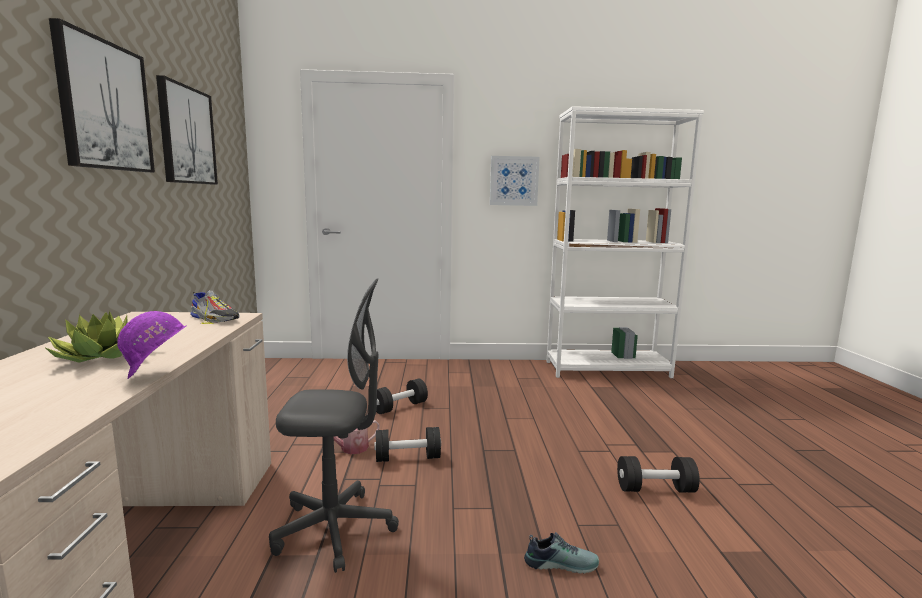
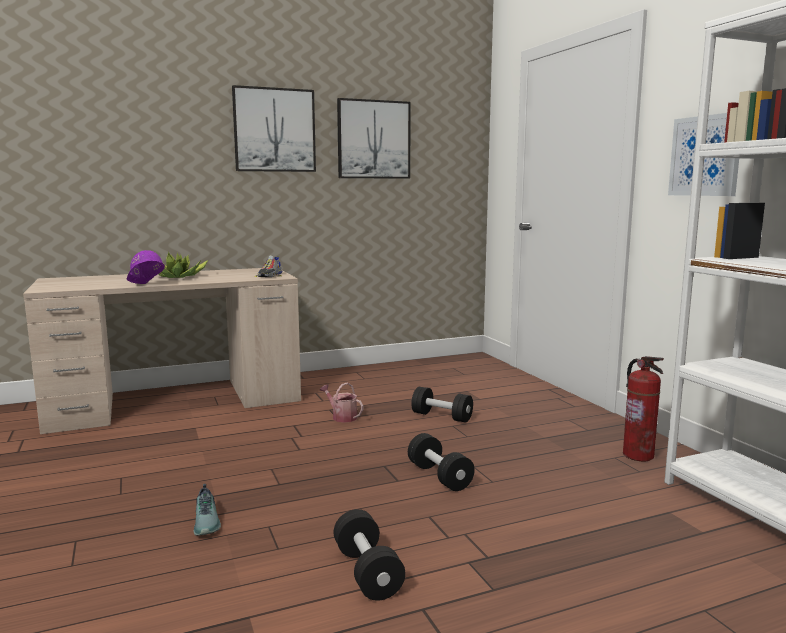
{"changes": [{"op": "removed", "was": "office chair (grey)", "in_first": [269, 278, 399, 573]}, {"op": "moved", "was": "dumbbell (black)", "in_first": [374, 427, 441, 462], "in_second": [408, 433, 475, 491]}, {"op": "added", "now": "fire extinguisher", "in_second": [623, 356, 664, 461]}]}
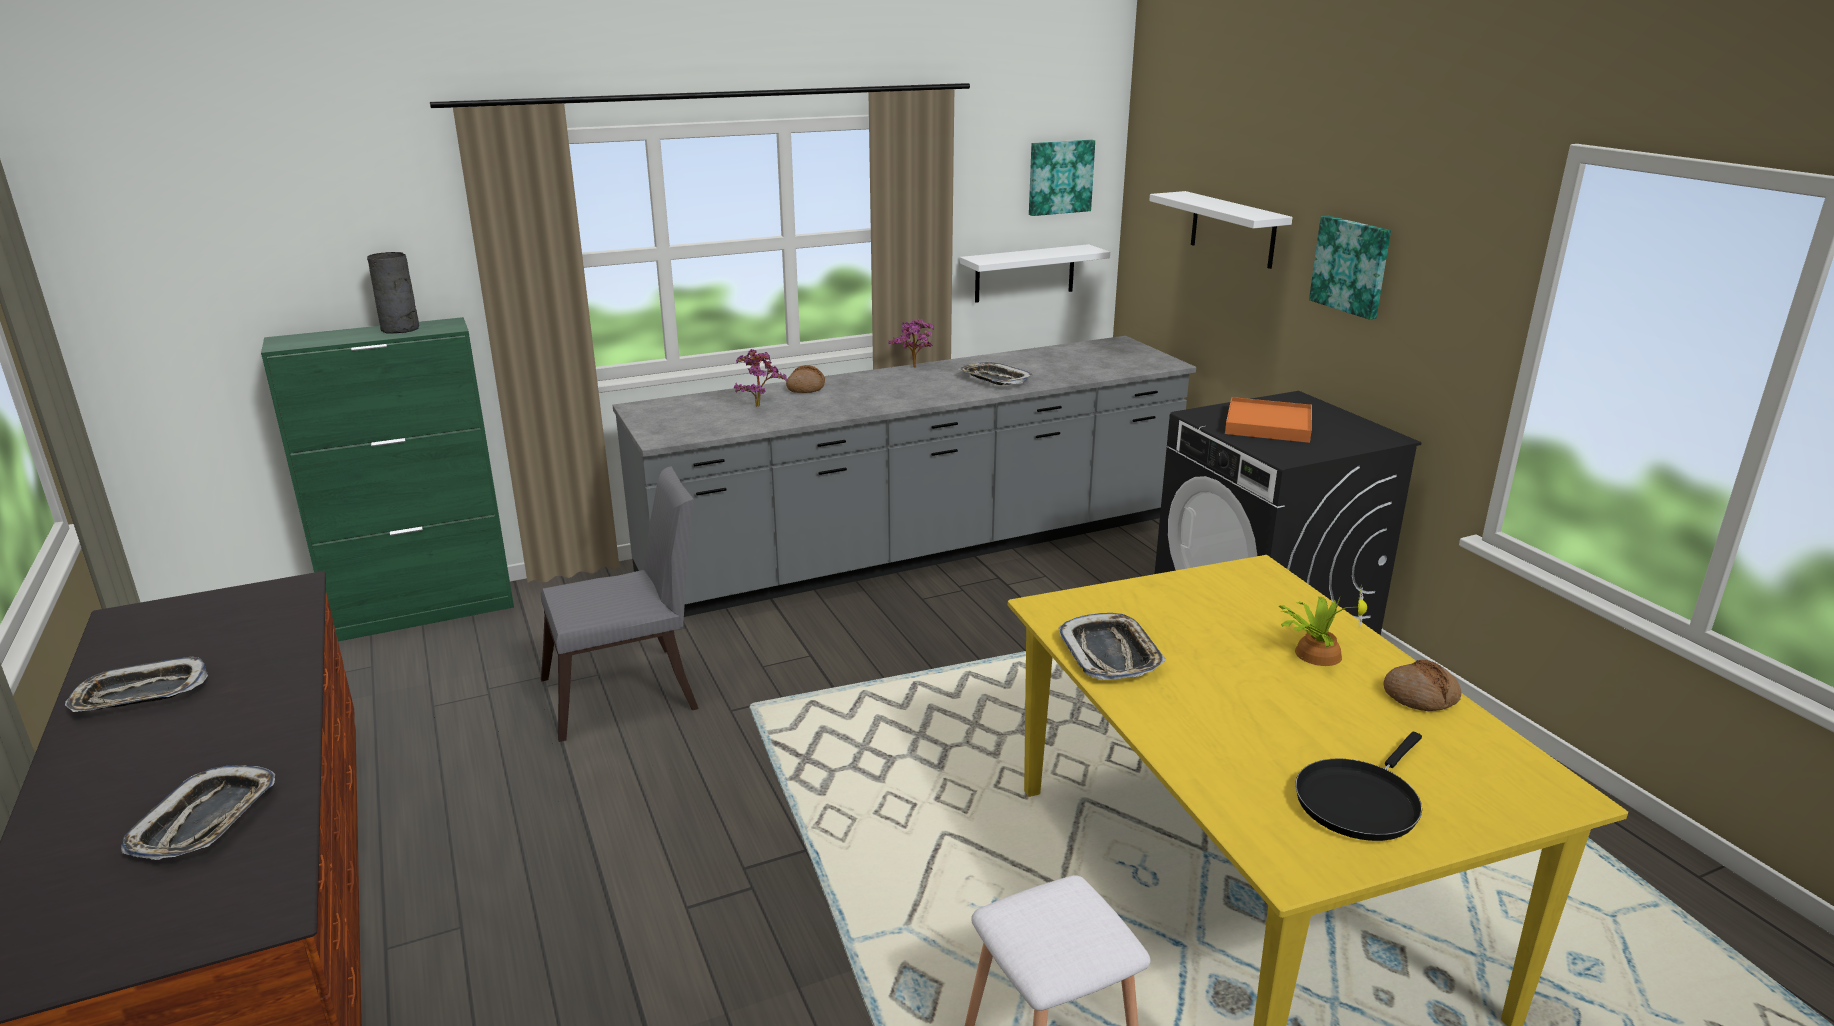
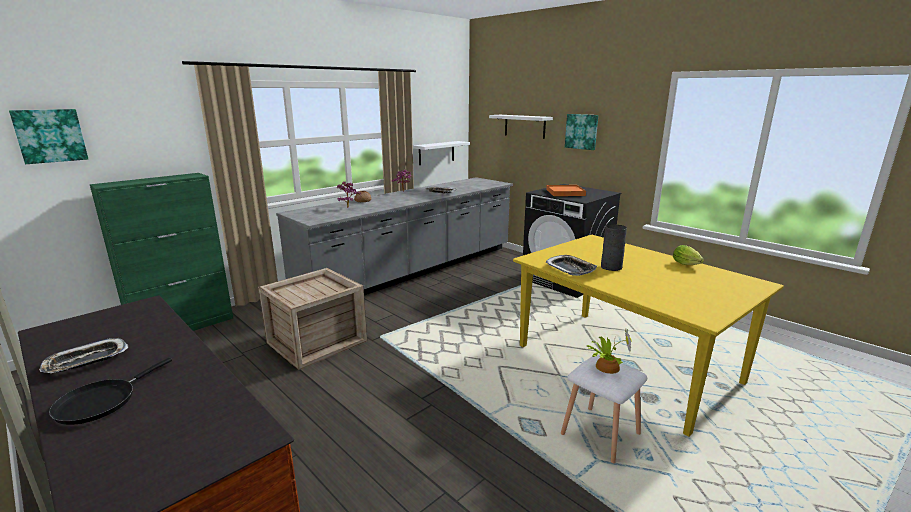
{"changes": [{"op": "removed", "was": "tray", "in_first": [121, 765, 275, 860]}, {"op": "moved", "was": "vase (grey)", "in_first": [367, 252, 419, 334], "in_second": [601, 224, 627, 271]}, {"op": "replaced", "was": "chair (grey)", "now": "crate", "in_first": [540, 466, 699, 742], "in_second": [258, 268, 367, 370]}, {"op": "moved", "was": "picture", "in_first": [1029, 140, 1095, 216], "in_second": [9, 109, 88, 164]}, {"op": "moved", "was": "potted plant", "in_first": [1279, 587, 1367, 666], "in_second": [587, 329, 631, 374]}, {"op": "moved", "was": "frying pan (black)", "in_first": [1295, 732, 1422, 841], "in_second": [49, 358, 172, 425]}, {"op": "replaced", "was": "bread", "now": "lettuce", "in_first": [1383, 660, 1461, 711], "in_second": [673, 245, 704, 265]}]}
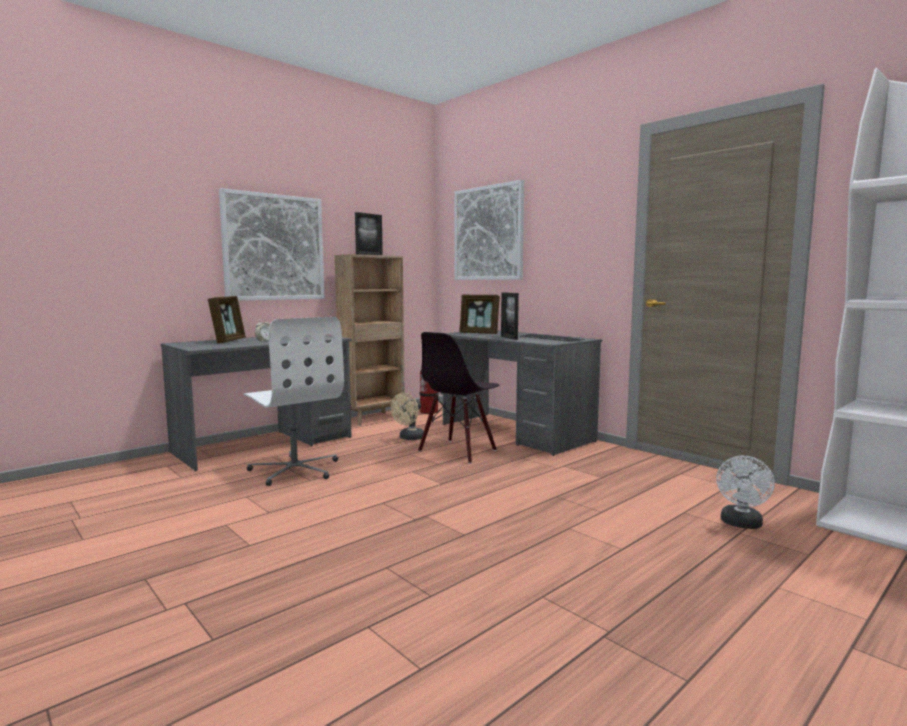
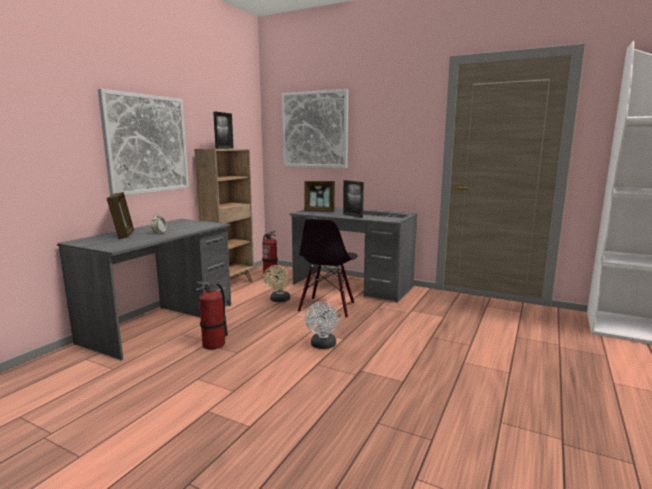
{"changes": [{"op": "replaced", "was": "office chair (white)", "now": "fire extinguisher", "in_first": [243, 317, 344, 486], "in_second": [196, 281, 228, 350]}, {"op": "moved", "was": "fan (white)", "in_first": [716, 456, 775, 529], "in_second": [305, 302, 339, 349]}]}
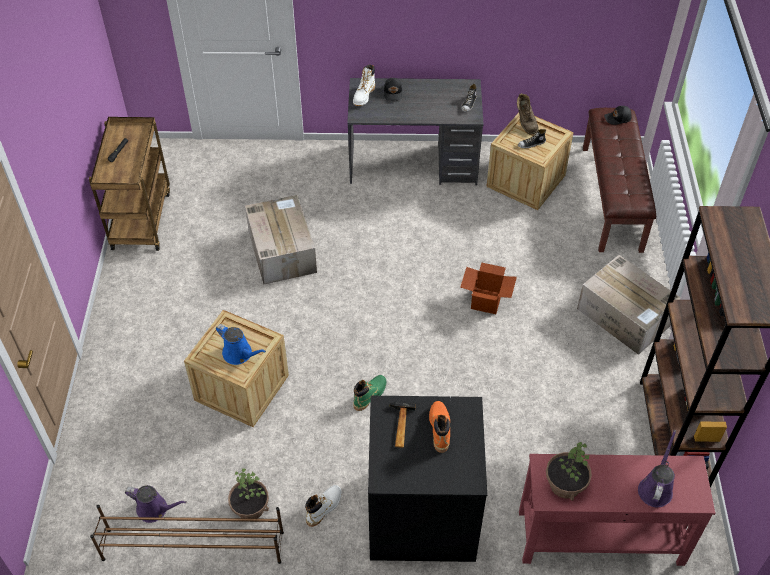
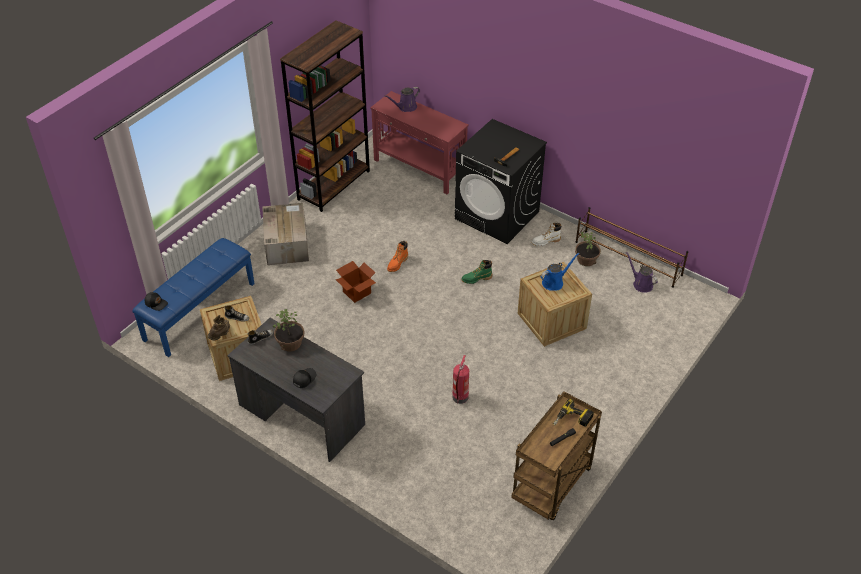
{"changes": [{"op": "turned", "was": "watering can (blue)", "in_first": [216, 324, 266, 365], "in_second": [541, 253, 580, 291], "clockwise": 75}, {"op": "replaced", "was": "cardboard box", "now": "fire extinguisher", "in_first": [245, 195, 317, 285], "in_second": [452, 355, 469, 404]}, {"op": "removed", "was": "boot (white)", "in_first": [353, 64, 375, 106]}, {"op": "moved", "was": "boot (orange)", "in_first": [429, 401, 450, 453], "in_second": [387, 241, 408, 272]}, {"op": "moved", "was": "potted plant", "in_first": [546, 442, 592, 501], "in_second": [273, 309, 305, 351]}, {"op": "recoloured", "was": "bench (brown)", "now": "bench (blue)", "in_first": [583, 108, 656, 253], "in_second": [132, 238, 255, 357]}, {"op": "added", "now": "power drill", "in_second": [553, 399, 594, 427]}]}
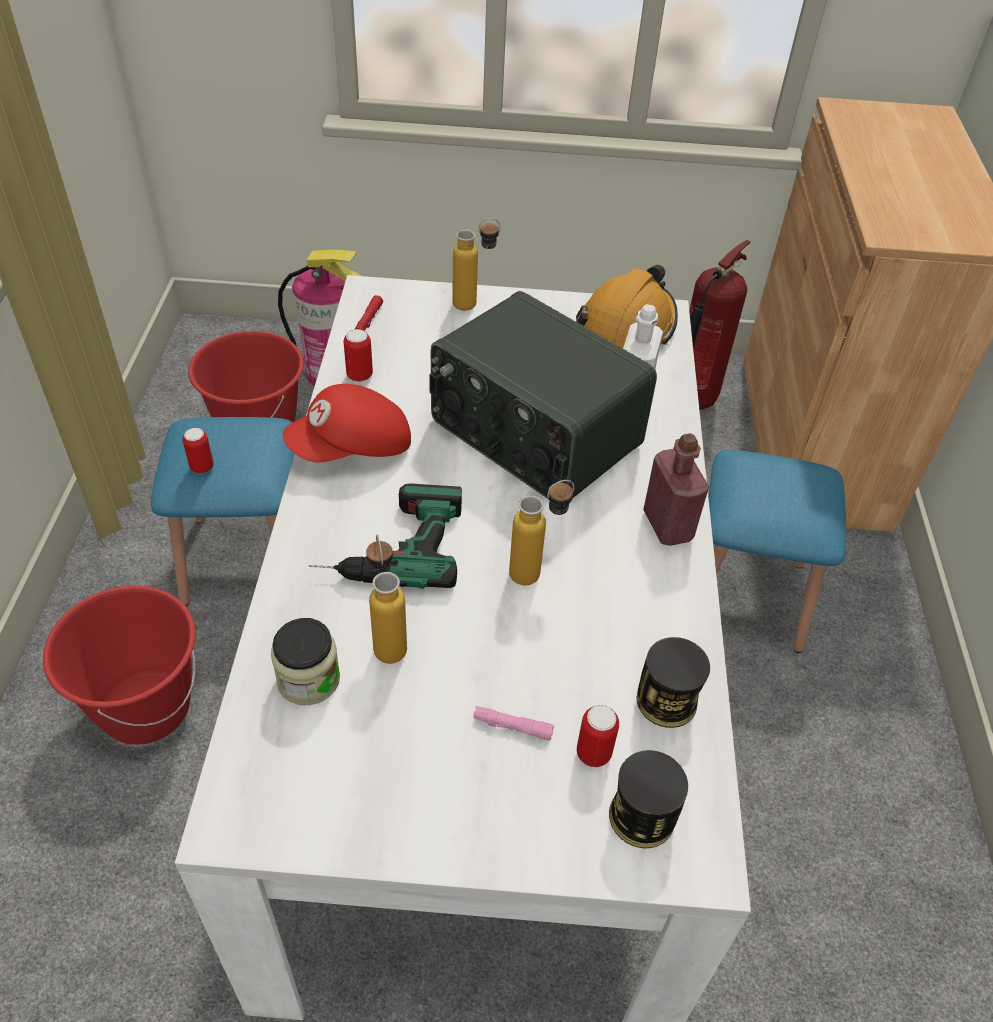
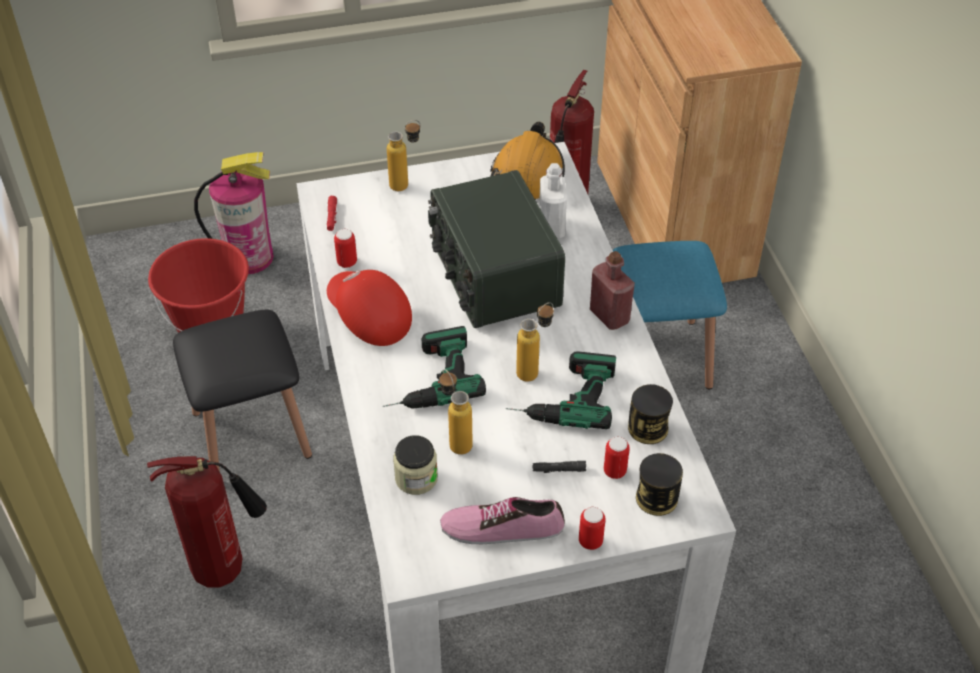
{"changes": [{"op": "replaced", "was": "bucket (red)", "now": "fire extinguisher", "in_first": [43, 586, 196, 745], "in_second": [147, 453, 267, 587]}, {"op": "recoloured", "was": "stool (blue)", "now": "stool (black)", "in_first": [151, 417, 295, 606], "in_second": [173, 310, 312, 472]}, {"op": "moved", "was": "can", "in_first": [183, 428, 214, 474], "in_second": [579, 507, 606, 550]}, {"op": "turned", "was": "cap (red)", "in_first": [283, 384, 411, 462], "in_second": [327, 270, 412, 346], "clockwise": 90}, {"op": "turned", "was": "radio", "in_first": [429, 291, 657, 499], "in_second": [428, 170, 565, 328], "clockwise": 45}, {"op": "recoloured", "was": "flashlight (pink)", "now": "flashlight (black)", "in_first": [473, 706, 554, 741], "in_second": [532, 461, 586, 473]}, {"op": "added", "now": "shoe", "in_second": [440, 497, 565, 544]}, {"op": "added", "now": "power drill", "in_second": [506, 351, 616, 429]}]}
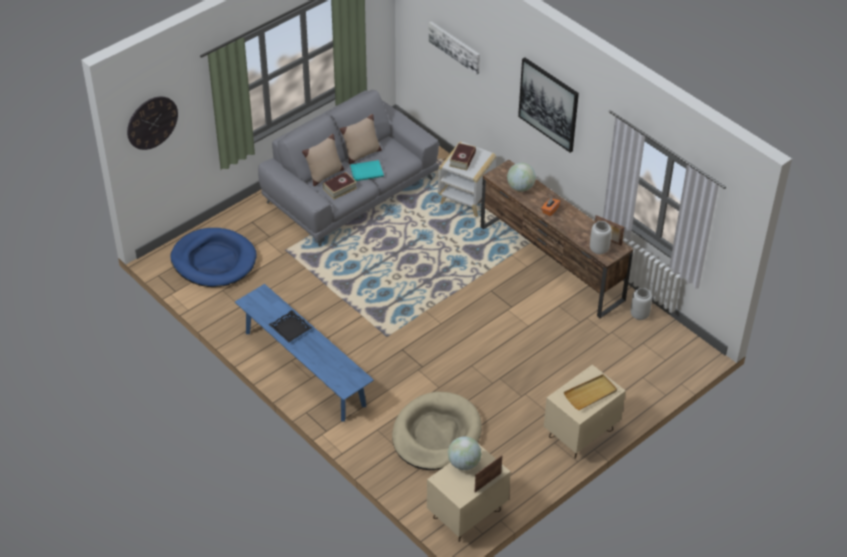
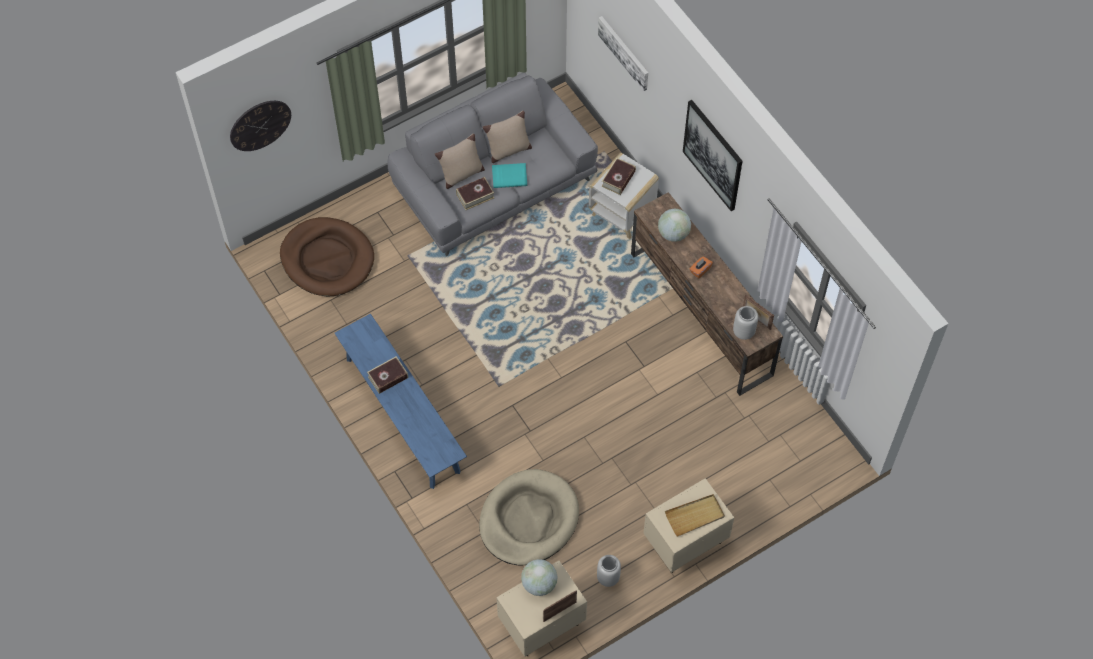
{"changes": [{"op": "recoloured", "was": "dog bed (blue)", "now": "dog bed (brown)", "in_first": [170, 228, 257, 287], "in_second": [280, 217, 374, 296]}, {"op": "replaced", "was": "tray (black)", "now": "book", "in_first": [269, 310, 312, 342], "in_second": [367, 356, 408, 394]}, {"op": "moved", "was": "vase (grey)", "in_first": [631, 288, 652, 320], "in_second": [597, 555, 621, 587]}]}
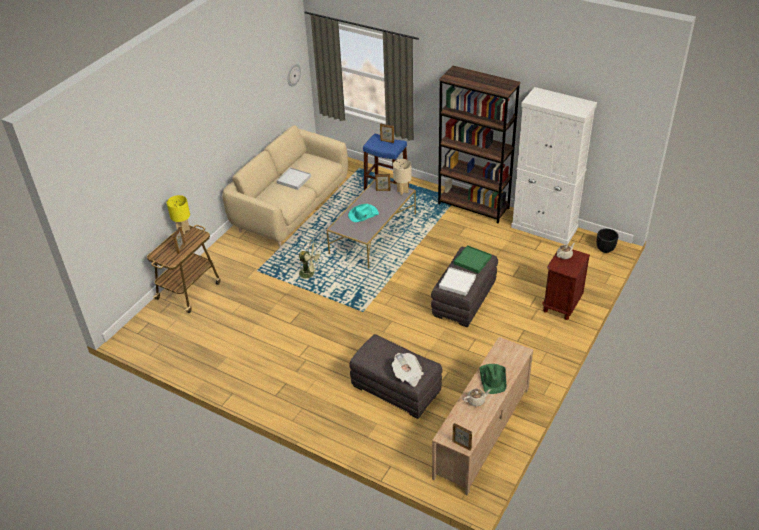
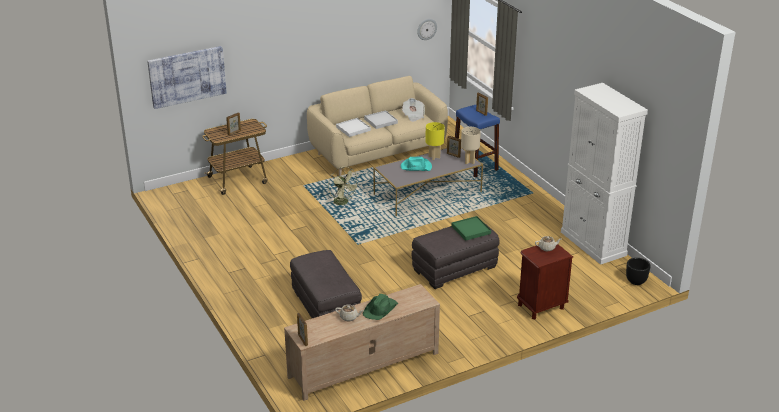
{"changes": [{"op": "moved", "was": "table lamp (yellow)", "in_first": [167, 195, 190, 234], "in_second": [425, 122, 445, 160]}, {"op": "moved", "was": "newspaper", "in_first": [392, 353, 424, 387], "in_second": [402, 98, 425, 122]}, {"op": "removed", "was": "bookcase (brown)", "in_first": [438, 66, 520, 223]}, {"op": "moved", "was": "tray (white)", "in_first": [439, 267, 476, 296], "in_second": [336, 118, 371, 137]}, {"op": "added", "now": "picture", "in_second": [147, 46, 227, 109]}]}
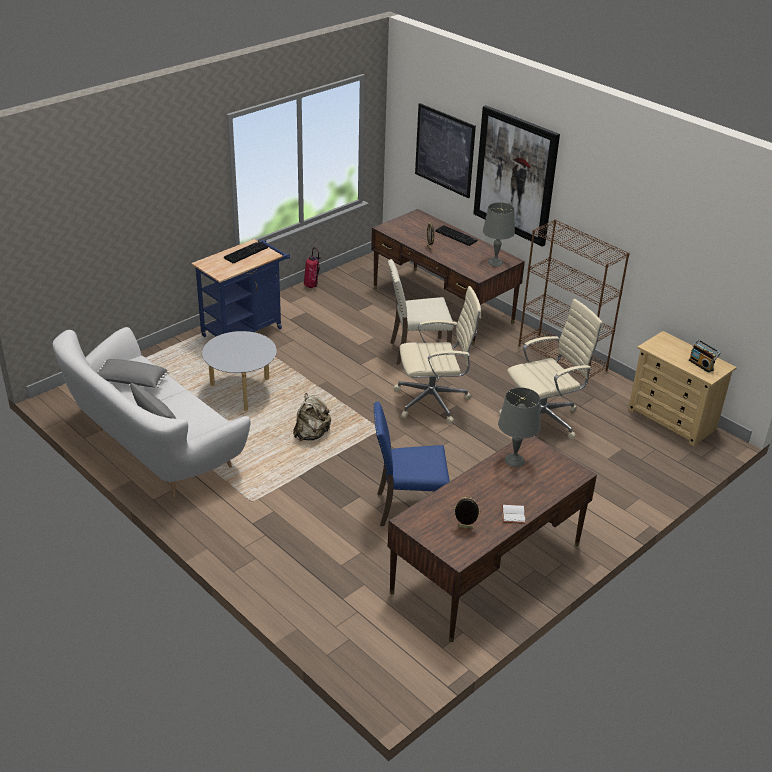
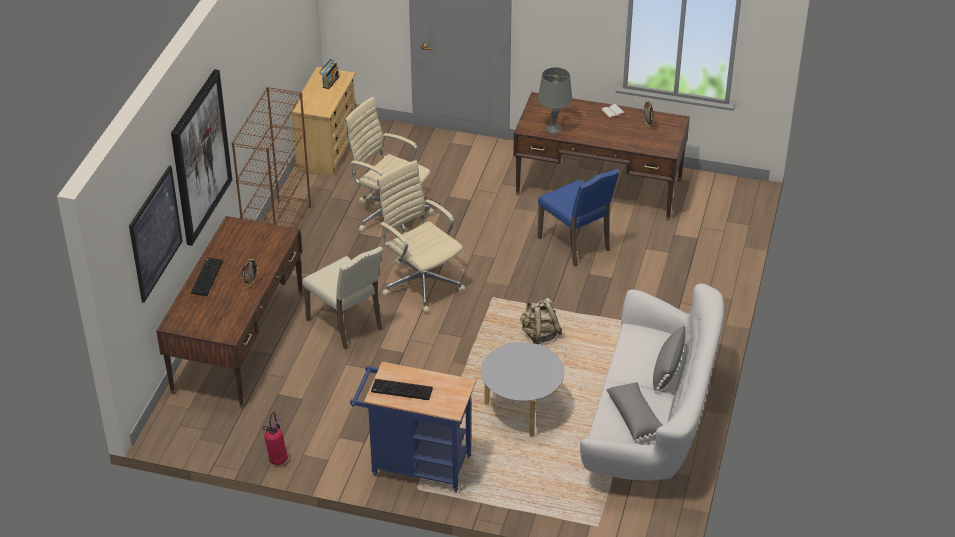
{"changes": [{"op": "removed", "was": "table lamp (grey)", "in_first": [483, 202, 515, 266]}]}
